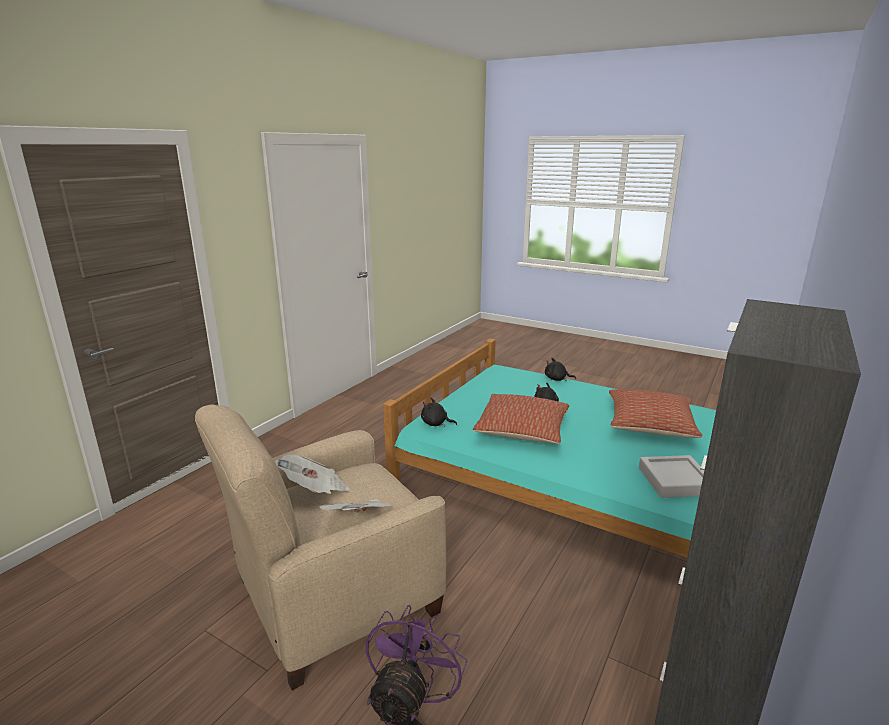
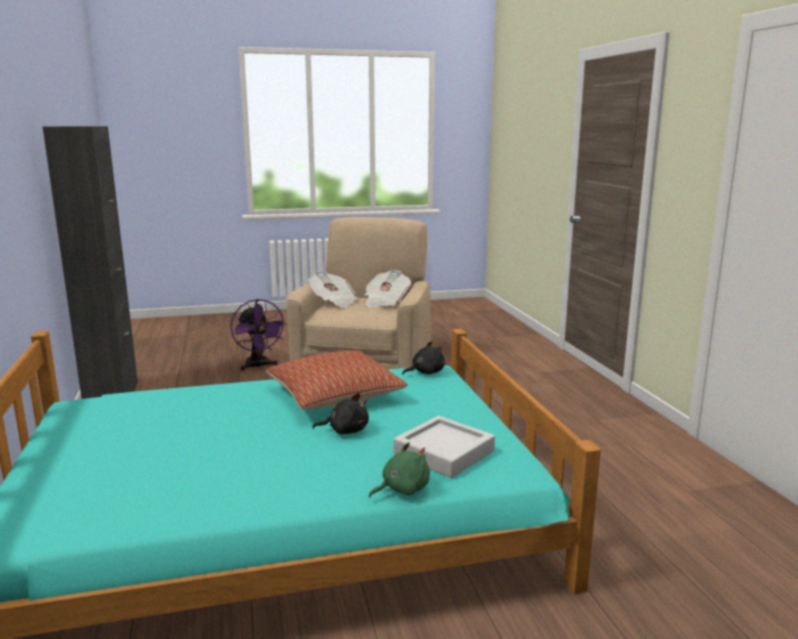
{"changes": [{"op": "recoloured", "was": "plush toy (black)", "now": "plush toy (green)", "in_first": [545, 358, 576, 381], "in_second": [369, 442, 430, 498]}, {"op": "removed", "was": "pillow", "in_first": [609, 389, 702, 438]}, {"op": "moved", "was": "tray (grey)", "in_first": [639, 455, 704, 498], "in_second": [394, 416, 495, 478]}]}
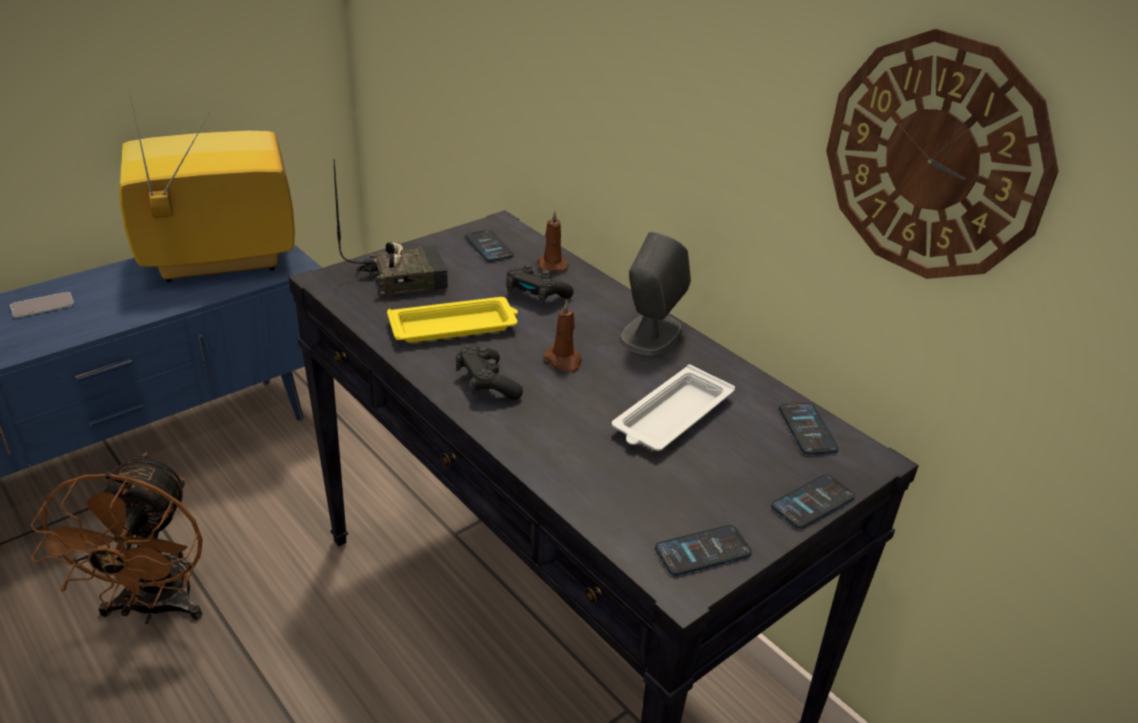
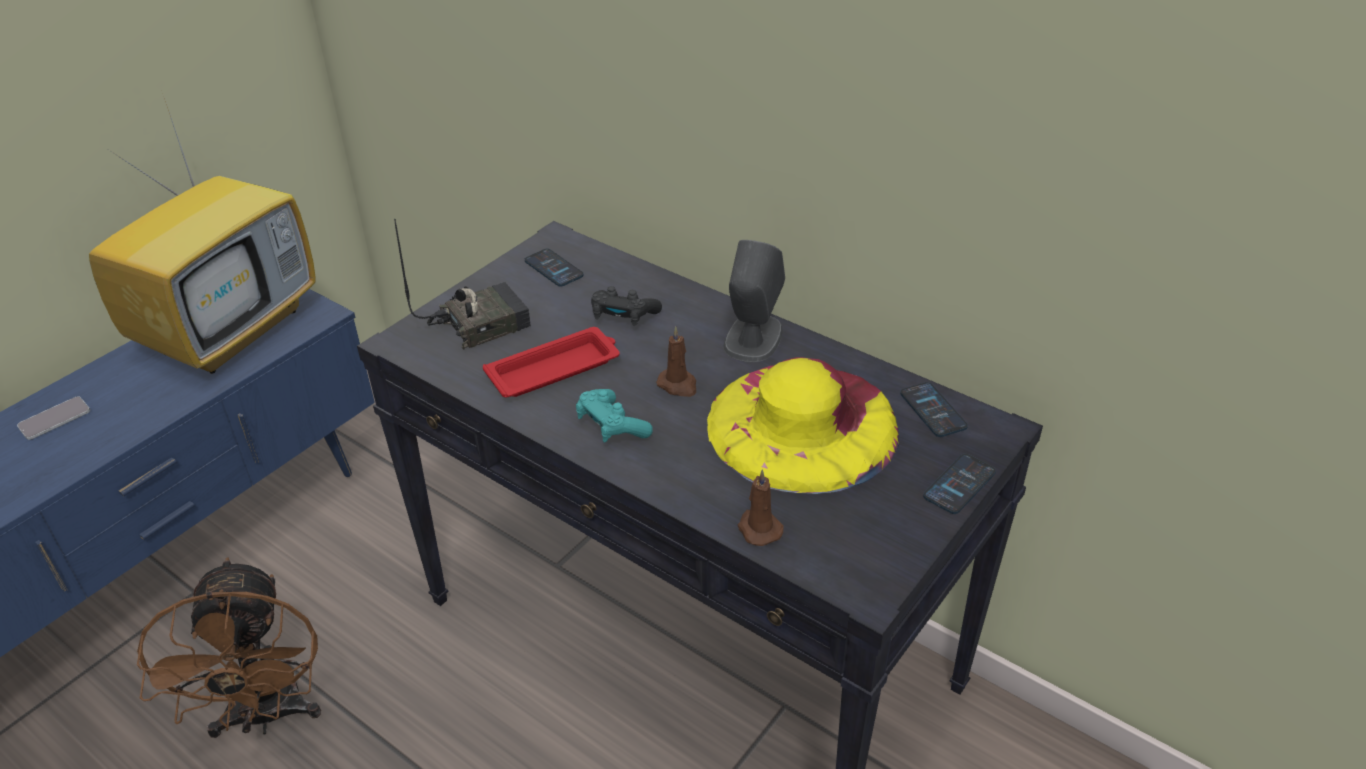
{"changes": [{"op": "turned", "was": "television", "in_first": [119, 91, 295, 282], "in_second": [89, 98, 316, 374], "clockwise": 150}, {"op": "recoloured", "was": "tray (yellow)", "now": "tray (red)", "in_first": [387, 297, 518, 343], "in_second": [483, 327, 620, 398]}, {"op": "recoloured", "was": "game controller (black)", "now": "game controller (turquoise)", "in_first": [456, 345, 523, 400], "in_second": [576, 389, 653, 443]}, {"op": "moved", "was": "candle (brown)", "in_first": [537, 210, 569, 272], "in_second": [738, 469, 784, 546]}, {"op": "replaced", "was": "tray (white)", "now": "hat (yellow)", "in_first": [612, 365, 735, 451], "in_second": [707, 357, 899, 494]}, {"op": "removed", "was": "phone", "in_first": [655, 525, 752, 576]}, {"op": "removed", "was": "wall clock", "in_first": [826, 29, 1058, 279]}]}
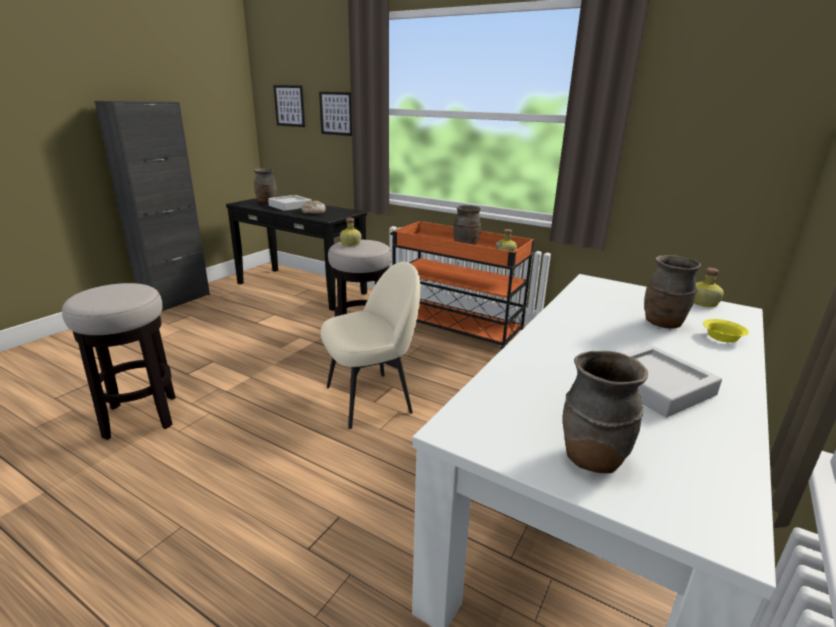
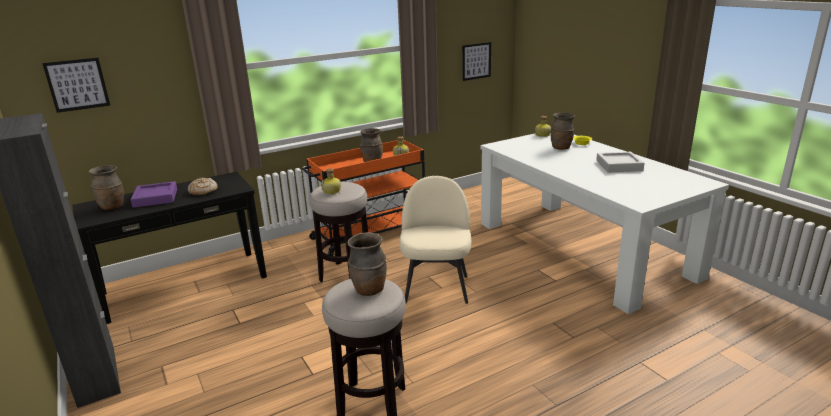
{"changes": [{"op": "recoloured", "was": "tray (grey)", "now": "tray (purple)", "in_first": [268, 195, 312, 211], "in_second": [131, 181, 177, 208]}, {"op": "moved", "was": "picture", "in_first": [319, 92, 352, 136], "in_second": [462, 42, 491, 81]}, {"op": "moved", "was": "vase (brown)", "in_first": [563, 351, 648, 473], "in_second": [347, 232, 387, 296]}]}
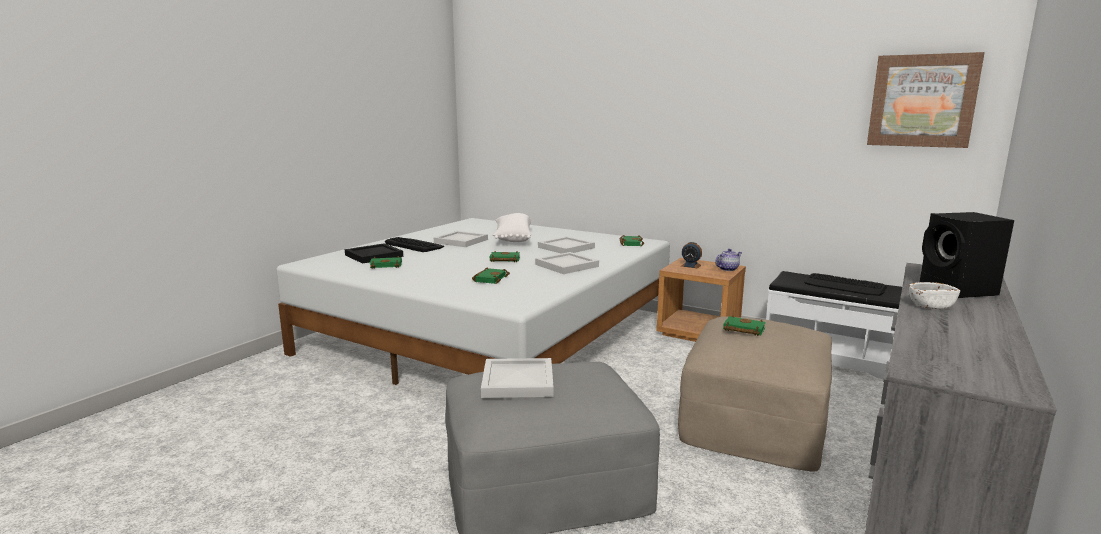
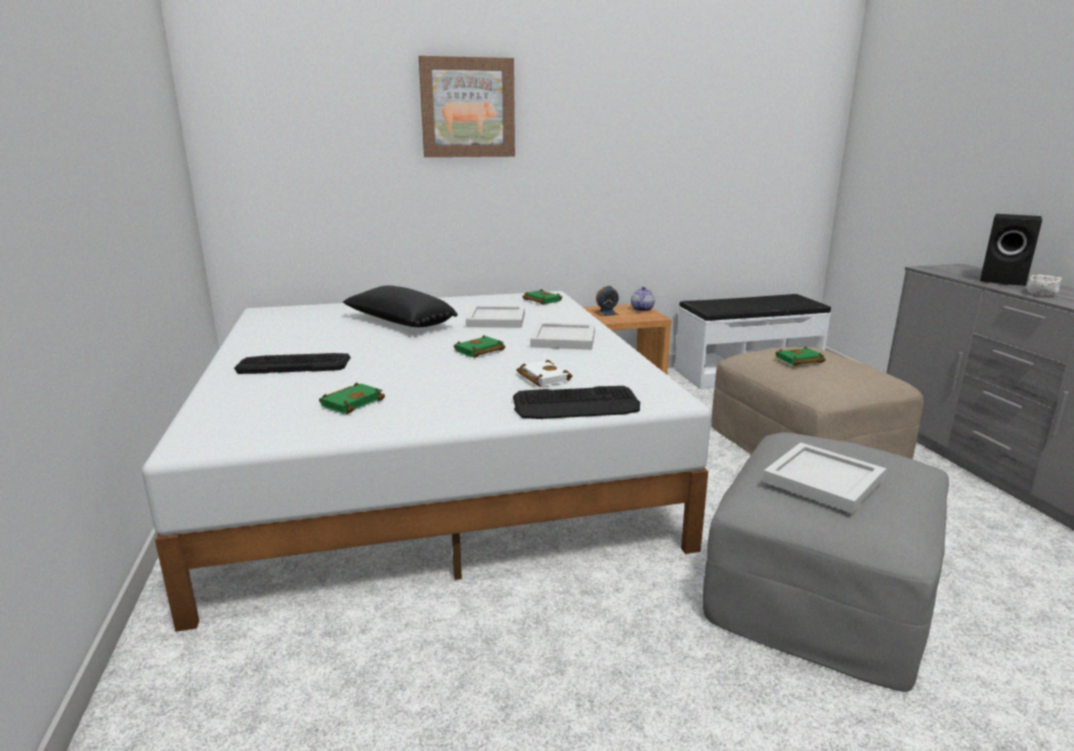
{"changes": [{"op": "removed", "was": "tray (black)", "in_first": [345, 243, 403, 264]}, {"op": "removed", "was": "tray (white)", "in_first": [434, 231, 488, 247]}, {"op": "recoloured", "was": "book (green)", "now": "book (white)", "in_first": [472, 267, 510, 284], "in_second": [516, 360, 572, 387]}, {"op": "recoloured", "was": "pillow (white)", "now": "pillow (black)", "in_first": [493, 213, 532, 242], "in_second": [343, 285, 458, 327]}, {"op": "moved", "was": "keyboard", "in_first": [804, 273, 887, 296], "in_second": [513, 386, 640, 419]}, {"op": "moved", "was": "picture", "in_first": [867, 52, 985, 148], "in_second": [419, 56, 515, 157]}]}
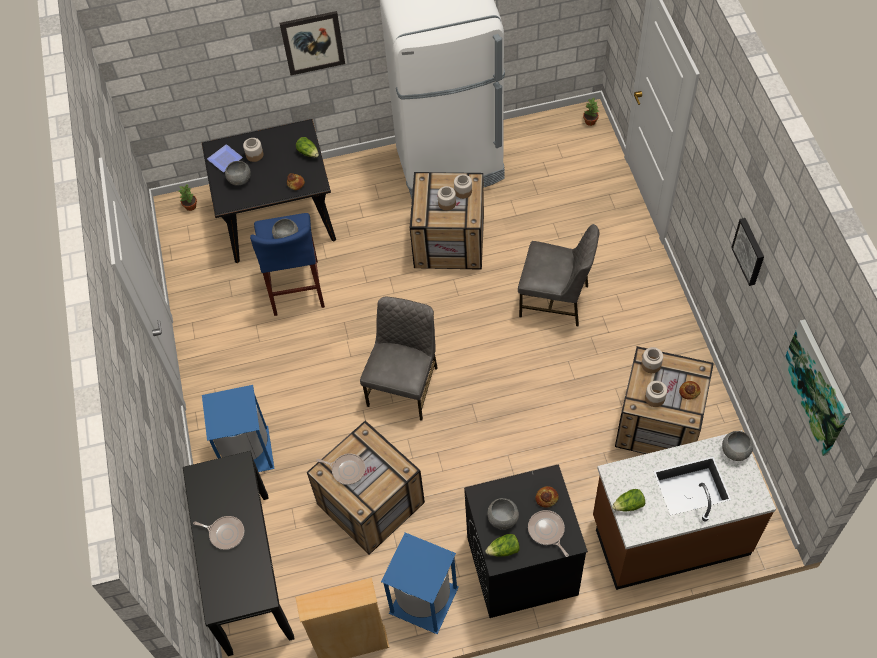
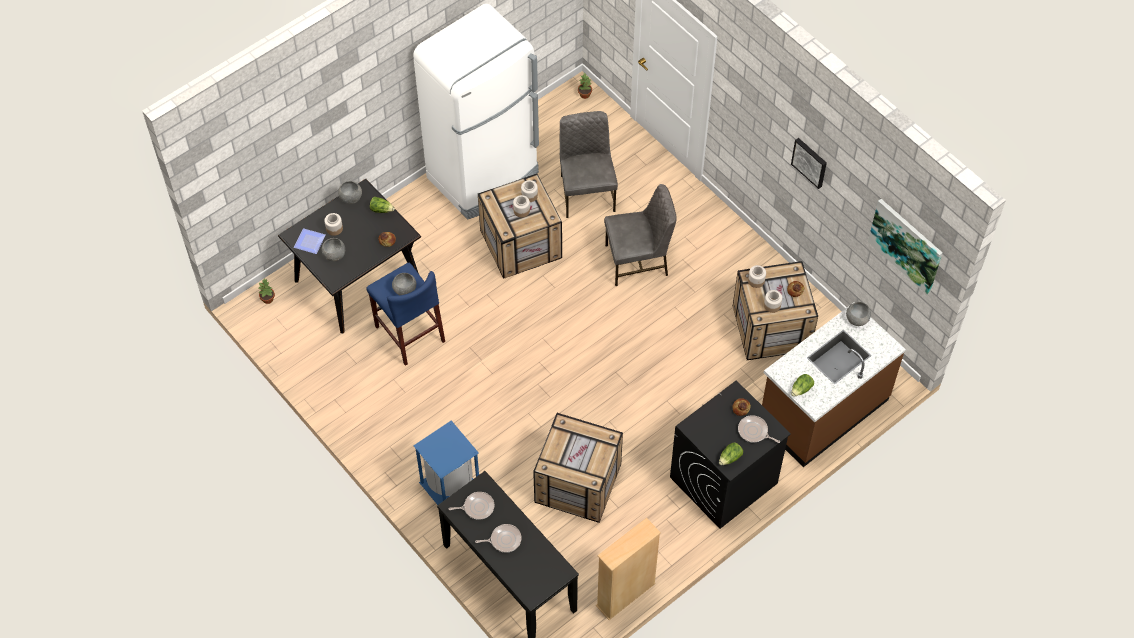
{"changes": [{"op": "removed", "was": "picture", "in_first": [279, 11, 345, 75]}, {"op": "moved", "was": "frying pan", "in_first": [316, 454, 366, 485], "in_second": [449, 492, 494, 520]}, {"op": "moved", "was": "chair (grey)", "in_first": [360, 297, 438, 421], "in_second": [560, 111, 618, 218]}, {"op": "removed", "was": "trash can (blue)", "in_first": [381, 533, 459, 634]}, {"op": "moved", "was": "bowl (grey)", "in_first": [487, 498, 519, 530], "in_second": [338, 181, 362, 204]}]}
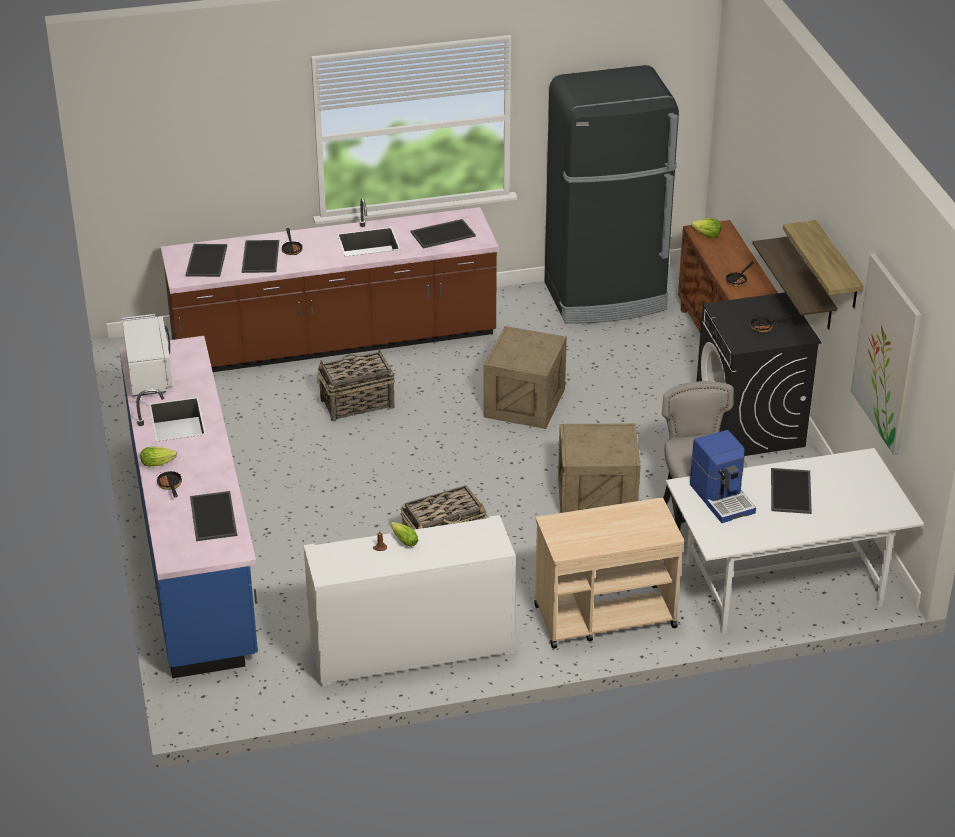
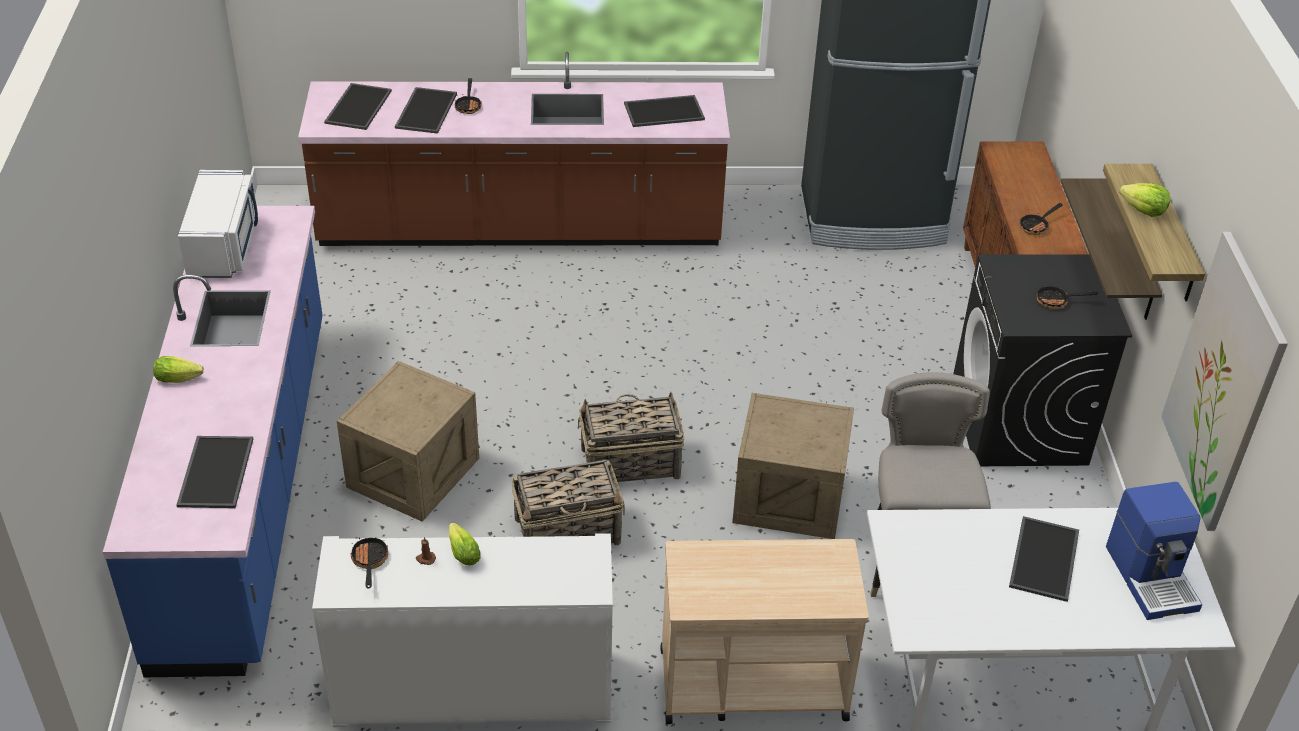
{"changes": [{"op": "moved", "was": "frying pan", "in_first": [156, 471, 182, 497], "in_second": [350, 533, 388, 589]}, {"op": "moved", "was": "basket", "in_first": [317, 348, 395, 421], "in_second": [578, 392, 684, 482]}, {"op": "moved", "was": "crate", "in_first": [484, 326, 567, 429], "in_second": [337, 361, 479, 522]}, {"op": "moved", "was": "coffee machine", "in_first": [690, 430, 756, 523], "in_second": [1106, 482, 1202, 620]}, {"op": "moved", "was": "lettuce", "in_first": [691, 218, 721, 238], "in_second": [1119, 183, 1170, 217]}]}
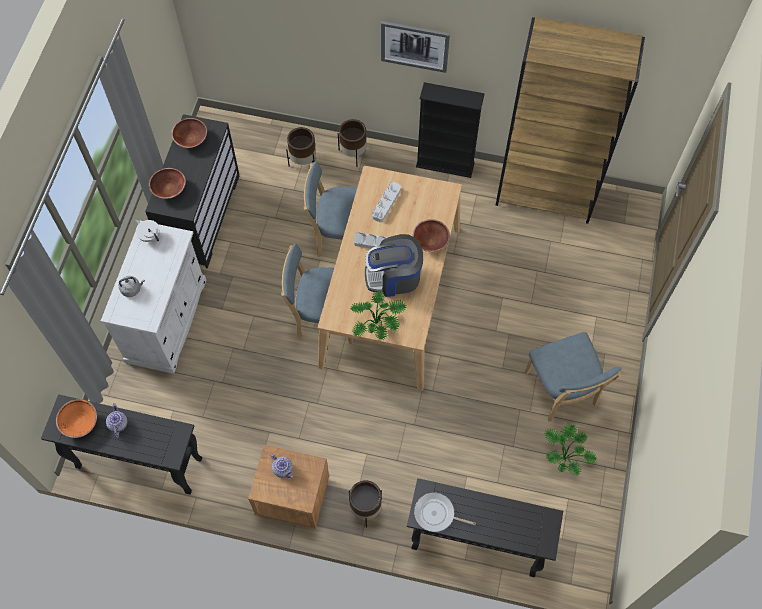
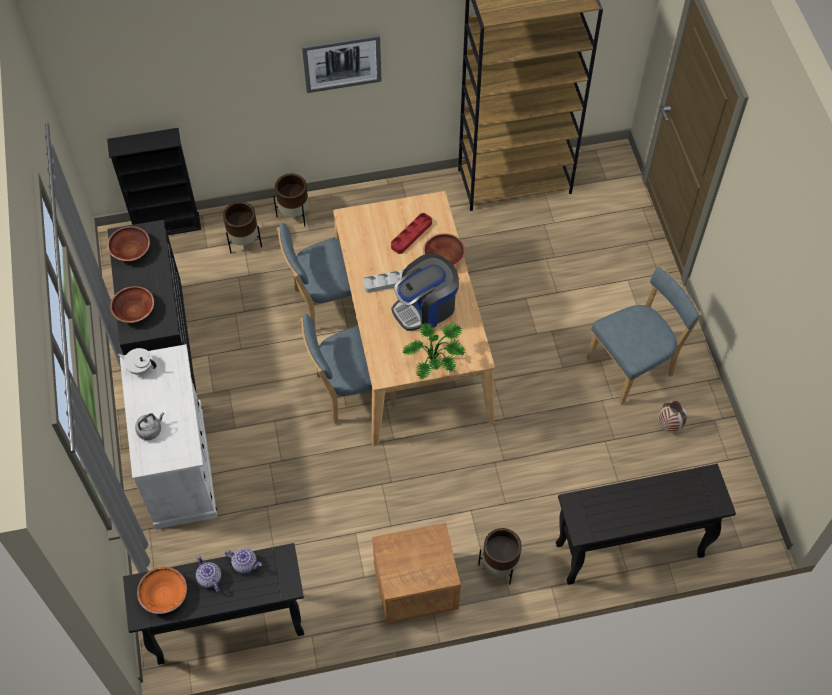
{"changes": [{"op": "moved", "was": "teapot", "in_first": [271, 454, 293, 478], "in_second": [225, 548, 262, 574]}, {"op": "removed", "was": "tray (grey)", "in_first": [372, 182, 401, 222]}, {"op": "removed", "was": "frying pan", "in_first": [414, 493, 476, 532]}, {"op": "moved", "was": "bookcase (black)", "in_first": [416, 82, 485, 178], "in_second": [107, 128, 201, 235]}, {"op": "turned", "was": "chair (blue)", "in_first": [525, 332, 622, 421], "in_second": [587, 267, 702, 404], "clockwise": -75}, {"op": "replaced", "was": "potted plant", "now": "vase", "in_first": [544, 424, 597, 476], "in_second": [659, 401, 687, 432]}, {"op": "added", "now": "tray (red)", "in_second": [391, 213, 432, 254]}]}
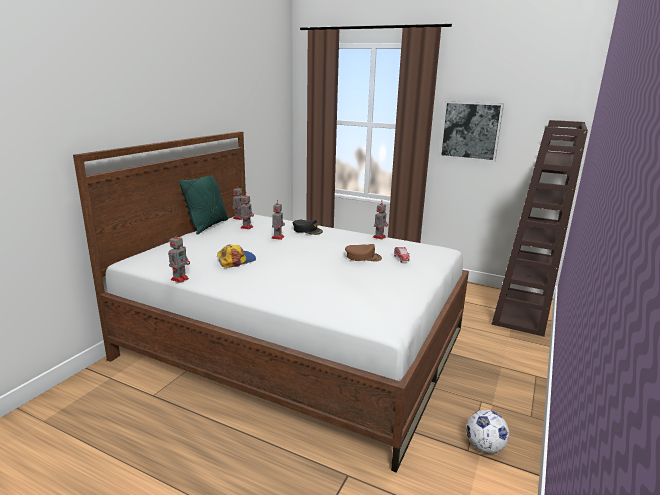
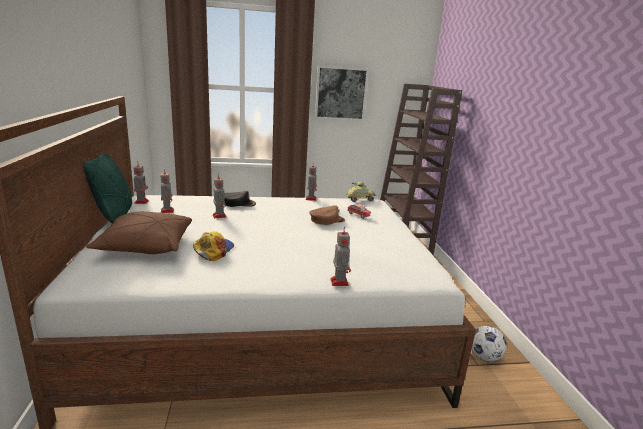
{"changes": [{"op": "moved", "was": "toy robot", "in_first": [168, 232, 190, 283], "in_second": [330, 227, 351, 286]}, {"op": "added", "now": "pillow (brown)", "in_second": [86, 211, 192, 254]}, {"op": "added", "now": "toy car", "in_second": [347, 182, 377, 202]}]}
